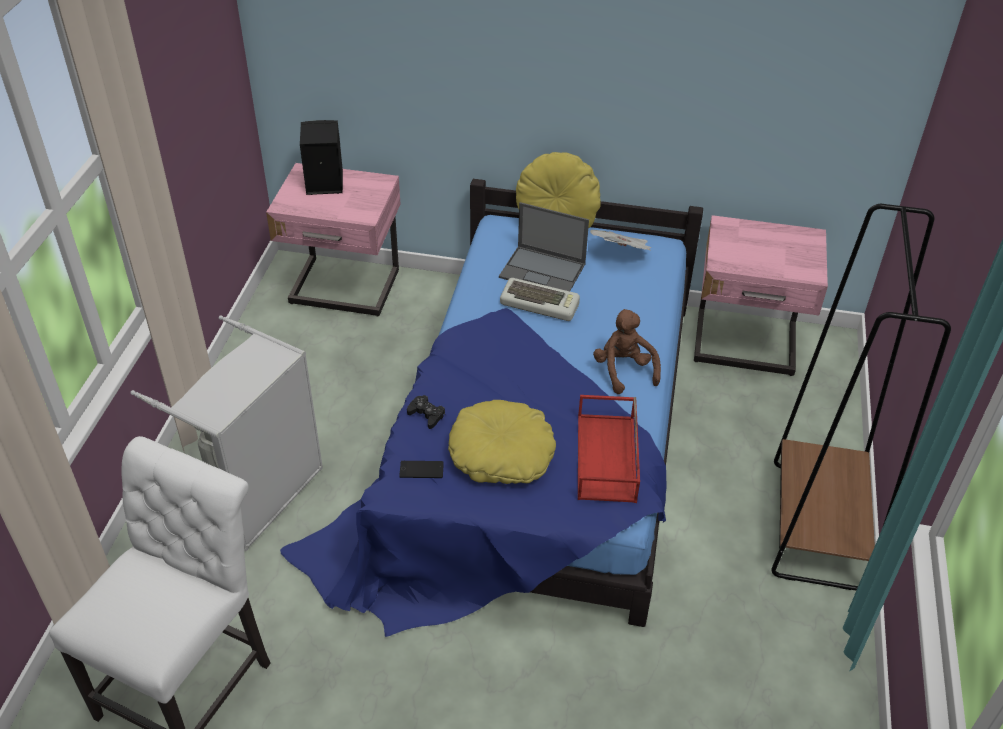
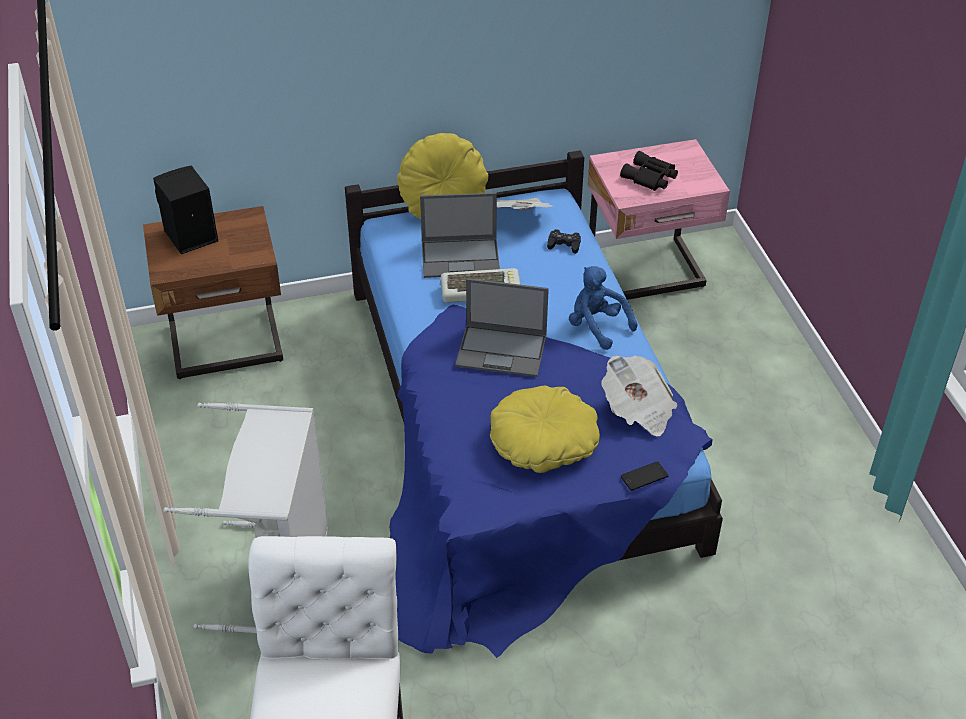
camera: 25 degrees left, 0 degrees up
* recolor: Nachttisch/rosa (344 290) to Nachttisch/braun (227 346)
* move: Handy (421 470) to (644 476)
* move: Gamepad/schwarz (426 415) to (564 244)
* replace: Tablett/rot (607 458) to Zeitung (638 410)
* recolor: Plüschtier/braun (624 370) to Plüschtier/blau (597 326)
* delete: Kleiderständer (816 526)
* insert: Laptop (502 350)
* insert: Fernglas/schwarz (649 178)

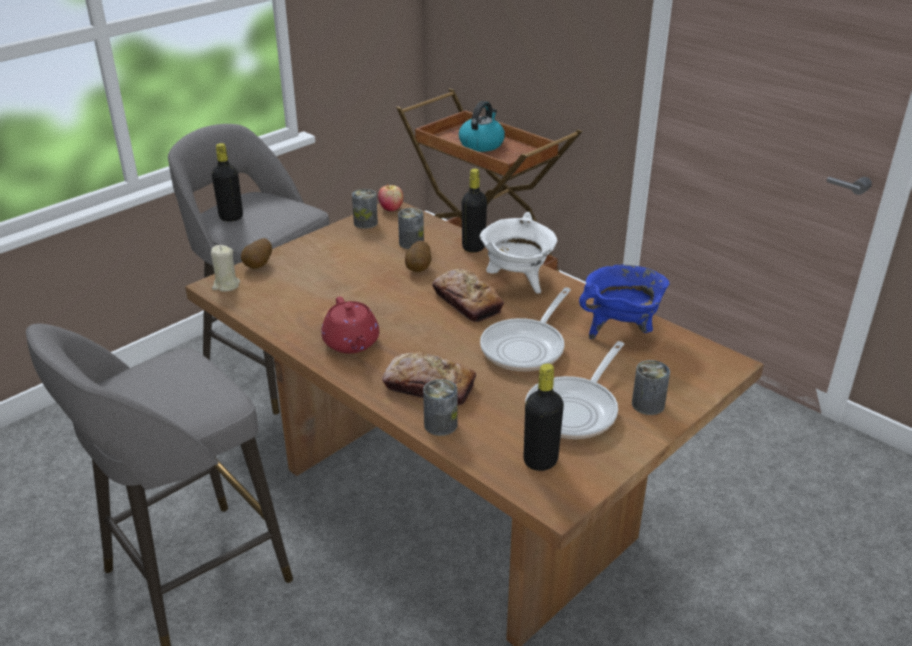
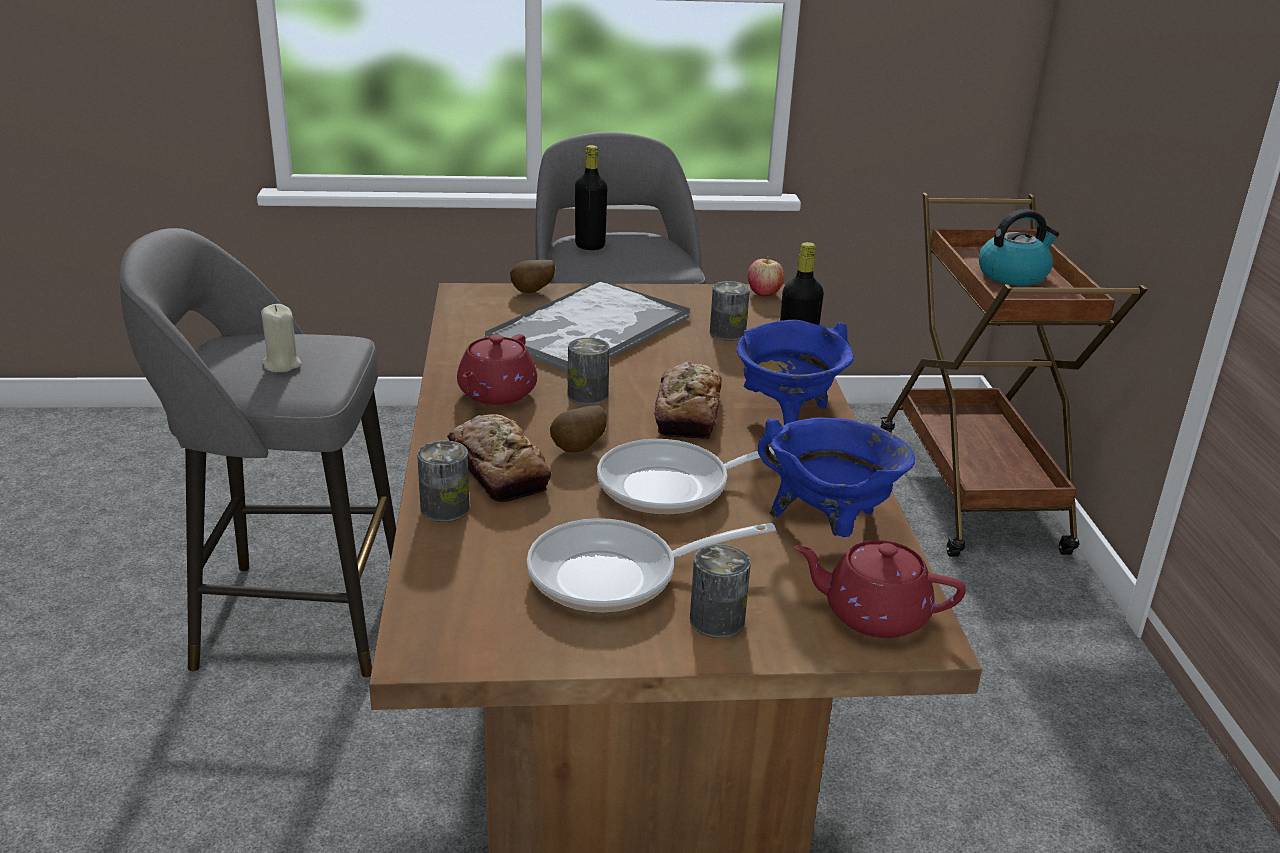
camera: 40 degrees right, 5 degrees down
* move: Kerze/beige (226 285) to (281 365)
* move: Dose (365 223) to (587 395)
* move: Kartoffel (419 269) to (579 449)
* recolor: Kochtopf/weiß (517 282) to Kochtopf/blau (786 419)
* delete: Flasche/schwarz (540 461)
* insert: Tablett (588 329)
* insert: Teekanne/rot (873 615)

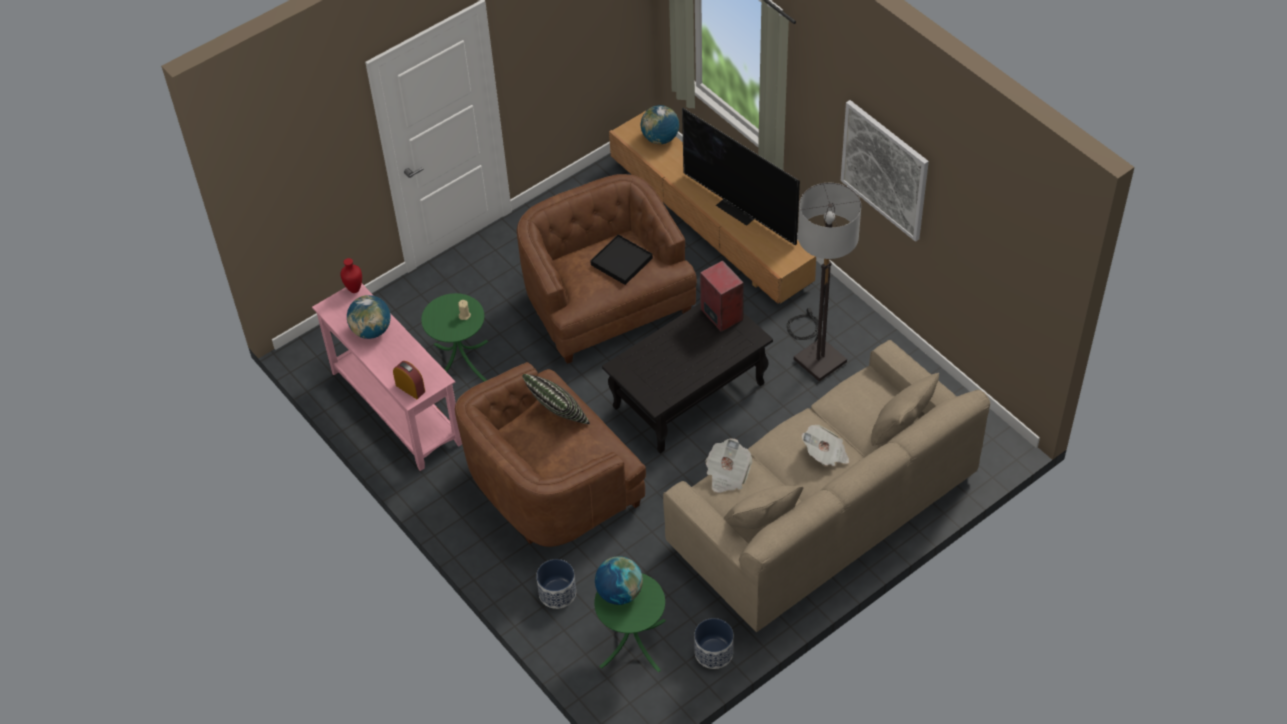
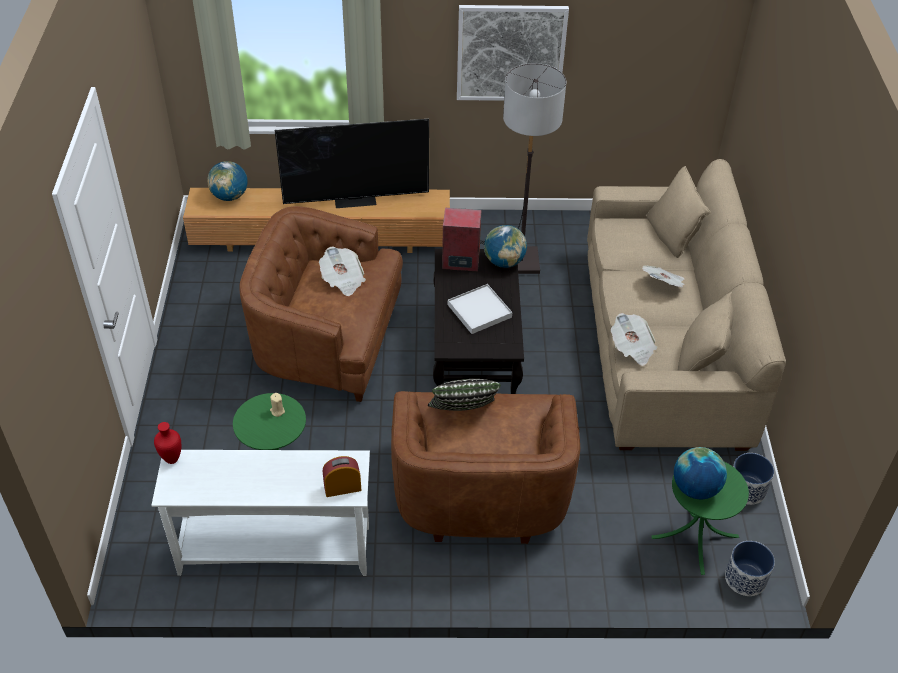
camera: 55 degrees left, 5 degrees down
* recolor: Konsolentisch/rosa (395 408) to Konsolentisch/weiß (274 550)
* move: Globus (371 331) to (504 262)
* move: Pflanzkübel (557 593) to (745 578)
* replace: Tablett/schwarz (621 261) to Zeitung (343 280)
* insert: Tablett/weiß (479 311)

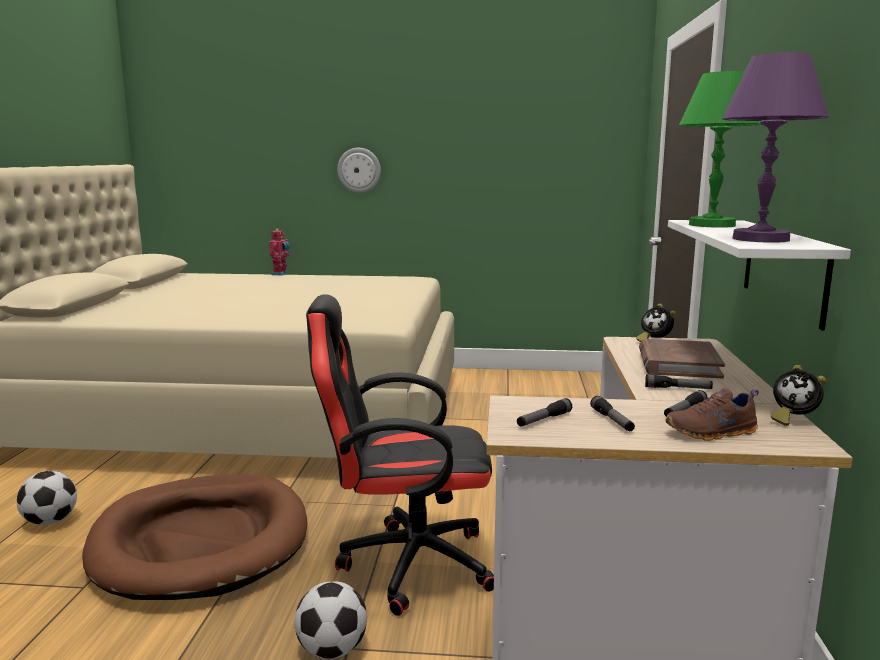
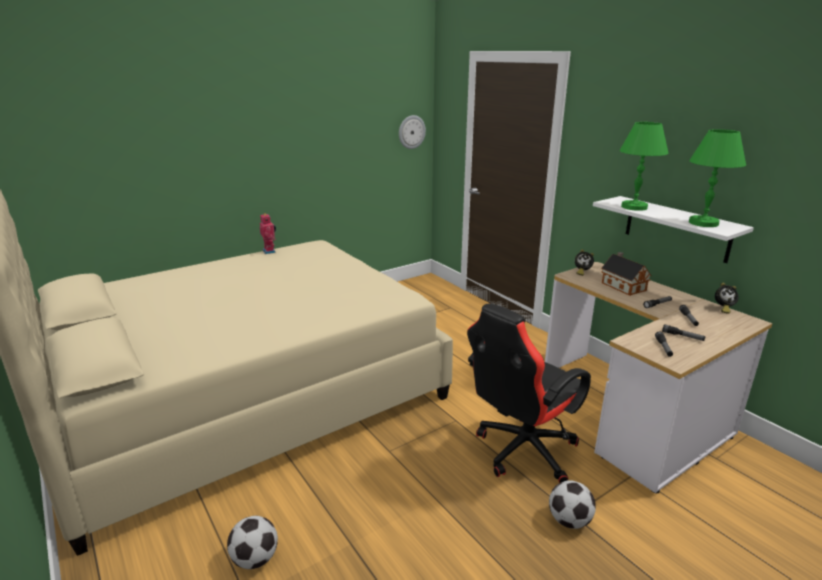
camera: 40 degrees left, 10 degrees up
* delete: Hundebett/braun (201 542)
* move: Spielzeugroboter (280 274) to (270 251)
* move: Wanduhr (359 170) to (411 132)
* replace: Buch/braun (678 363) to Spielzeughaus (622 286)
* delete: Schuh/braun (712 433)
* recolor: Tischlampe/lila (760 239) to Tischlampe/grün (703 223)

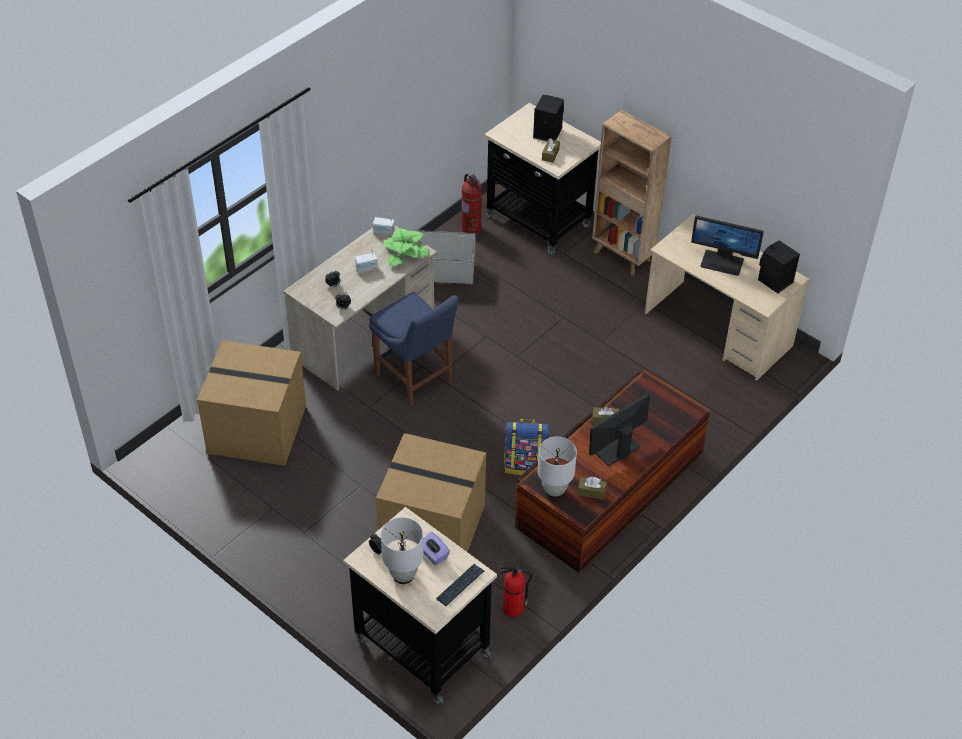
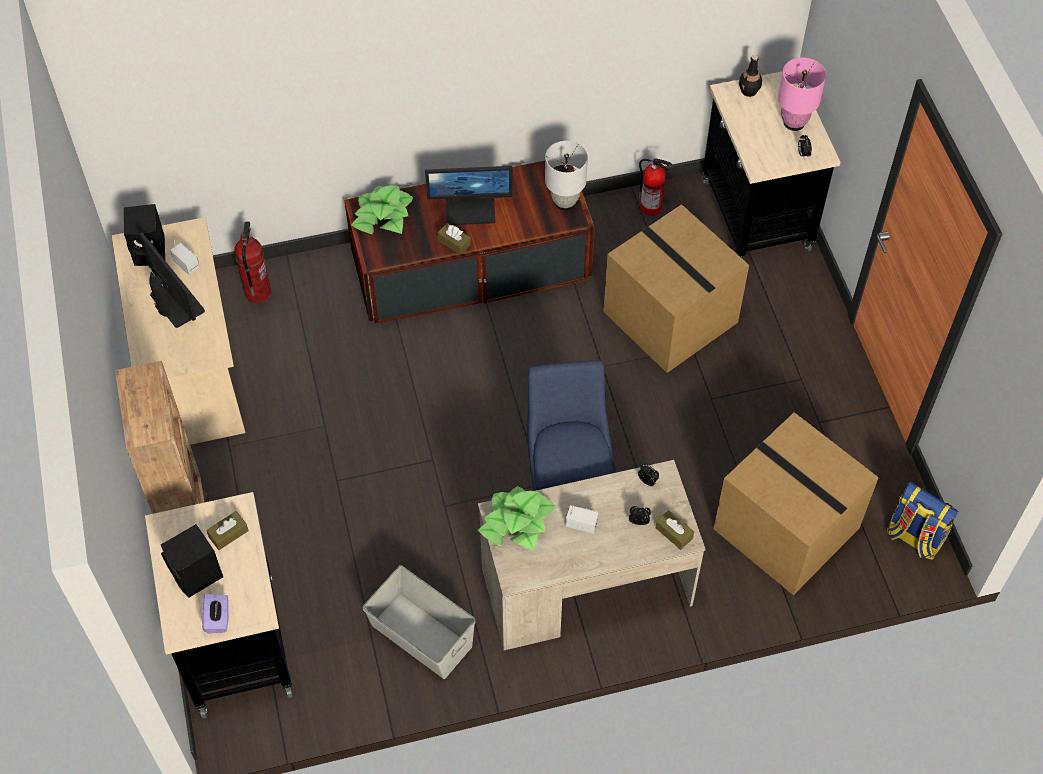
camera: 145 degrees left, 10 degrees up
* move: Radio (384 232) to (187 265)
* recolor: Tischlampe/weiß (403 575) to Tischlampe/rosa (794 122)
* move: Taschentuchbox/lila (433 555) to (218 619)
* replace: Tastatur (460 585) to Flasche/schwarz (749 91)
* move: Feuerlöscher (471 228) to (258 293)
* move: Rucksack (525 464) to (914 537)
* move: Taschentuchbox/braun (591 492) to (674 533)
* insert: Topfpflanze (383 216)

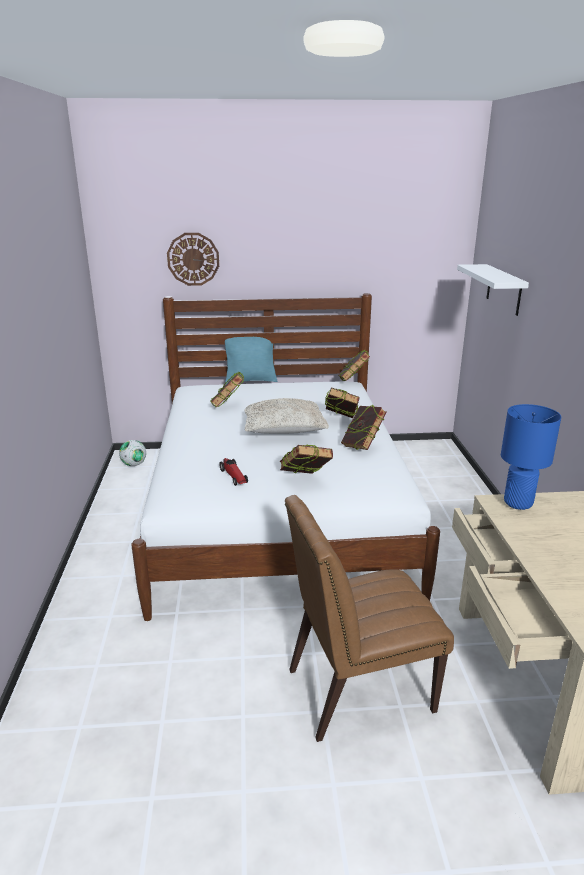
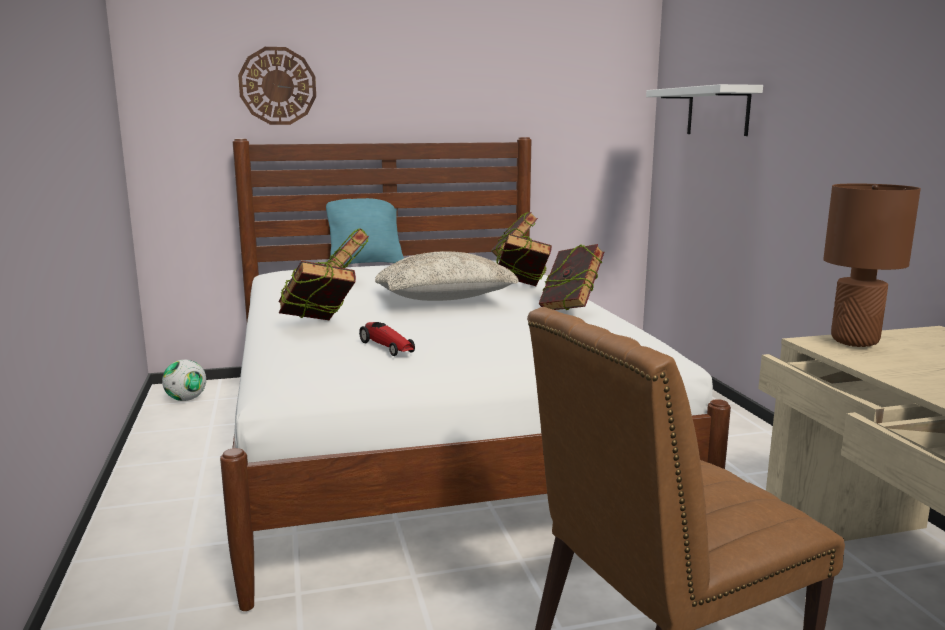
camera: 10 degrees left, 10 degrees down
* move: Buch (305 481) to (318 327)
* recolor: Tischlampe/blau (517 505) to Tischlampe/braun (853 344)

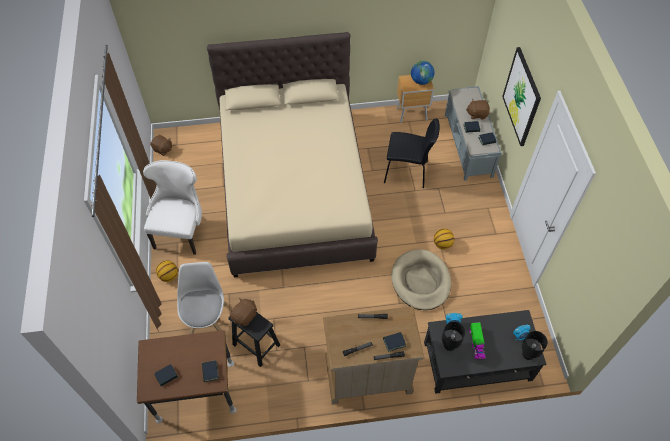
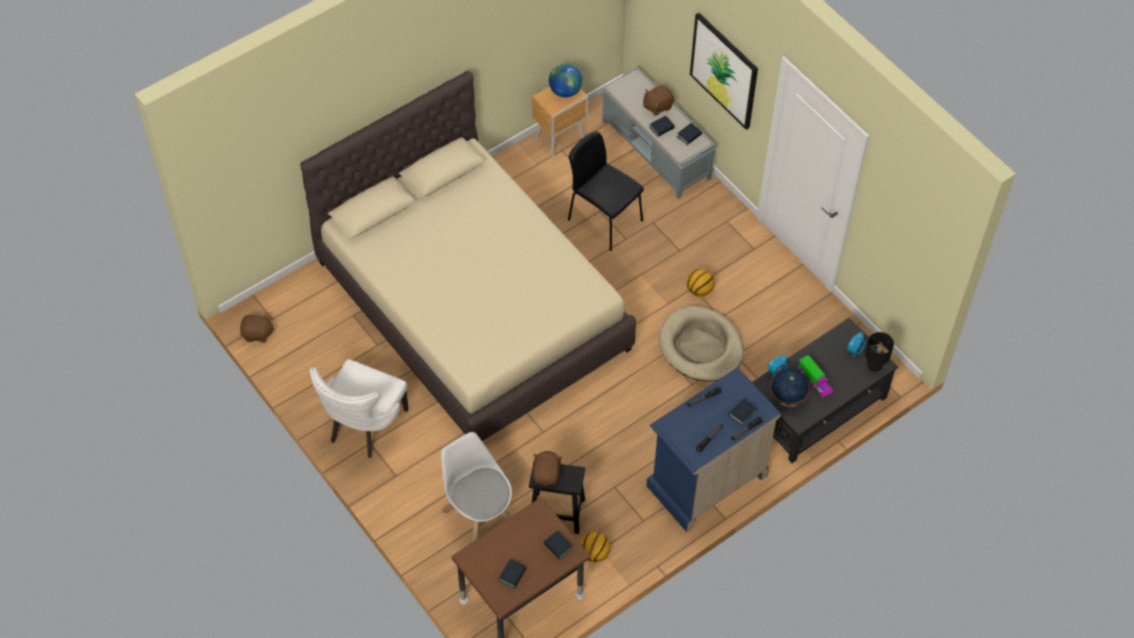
camera: 30 degrees left, 0 degrees up
* rotate: Stuhl/weiß (181 230) = (364 426) 135 degrees counterclockwise
* move: Basketball (169 276) to (594 553)
* recolor: Kommode/braun (368 375) to Kommode/blau (706 481)
* rotate: Stuhl/schwarz (408 172) = (602 219) 120 degrees counterclockwise
* replace: Tischlampe/schwarz (448 346) to Globus (787 397)

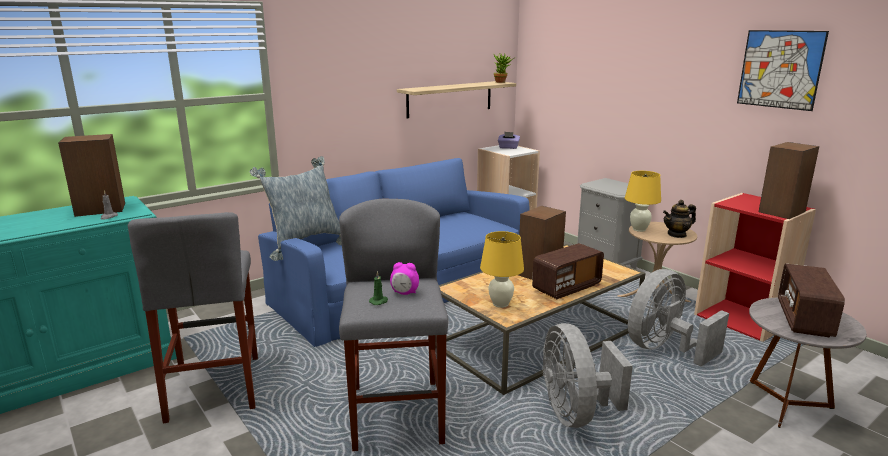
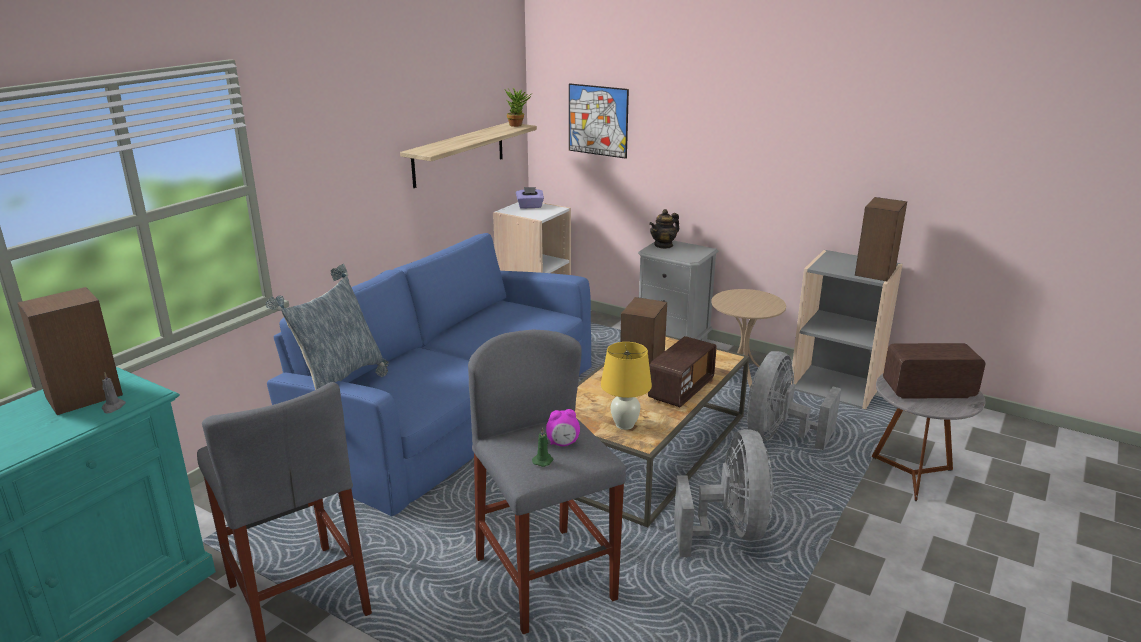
camera: 20 degrees left, 5 degrees up
* rotate: Ventilator/grau (575 413) = (729 530) 150 degrees counterclockwise
* delete: Tischlampe/gelb (639 229)
* move: Teekanne (677 234) to (663 245)
* recolor: Bücherregal/rot (743 320) to Bücherregal/grau (837 386)
* move: Bild (780 69) to (598 120)
* rotate: Radio (804 319) = (928 391) 90 degrees clockwise

